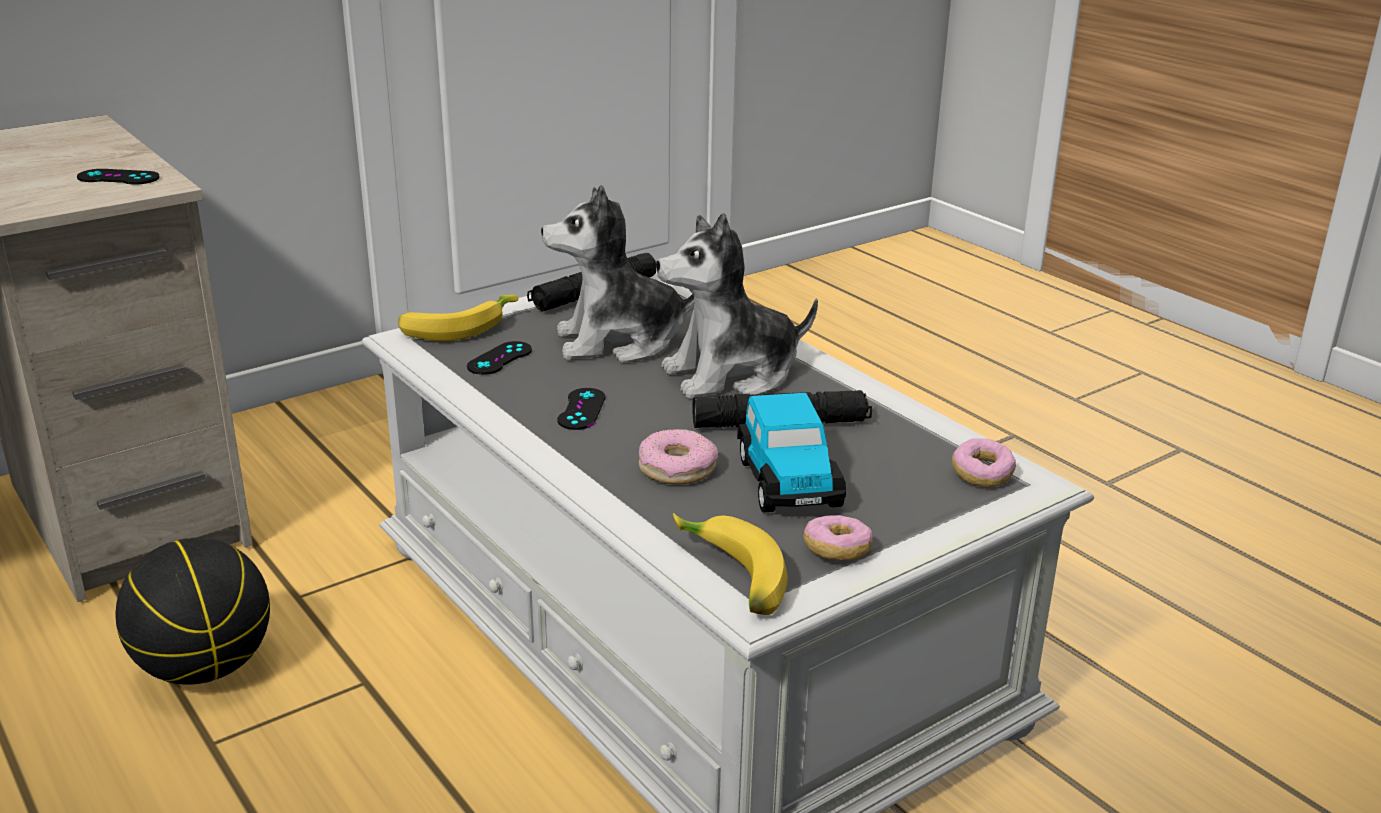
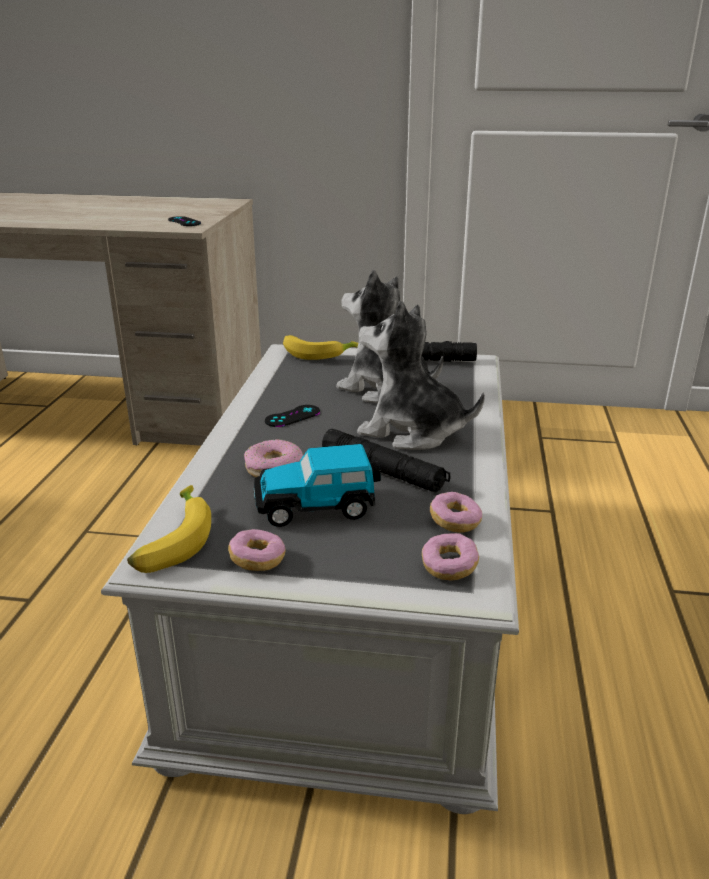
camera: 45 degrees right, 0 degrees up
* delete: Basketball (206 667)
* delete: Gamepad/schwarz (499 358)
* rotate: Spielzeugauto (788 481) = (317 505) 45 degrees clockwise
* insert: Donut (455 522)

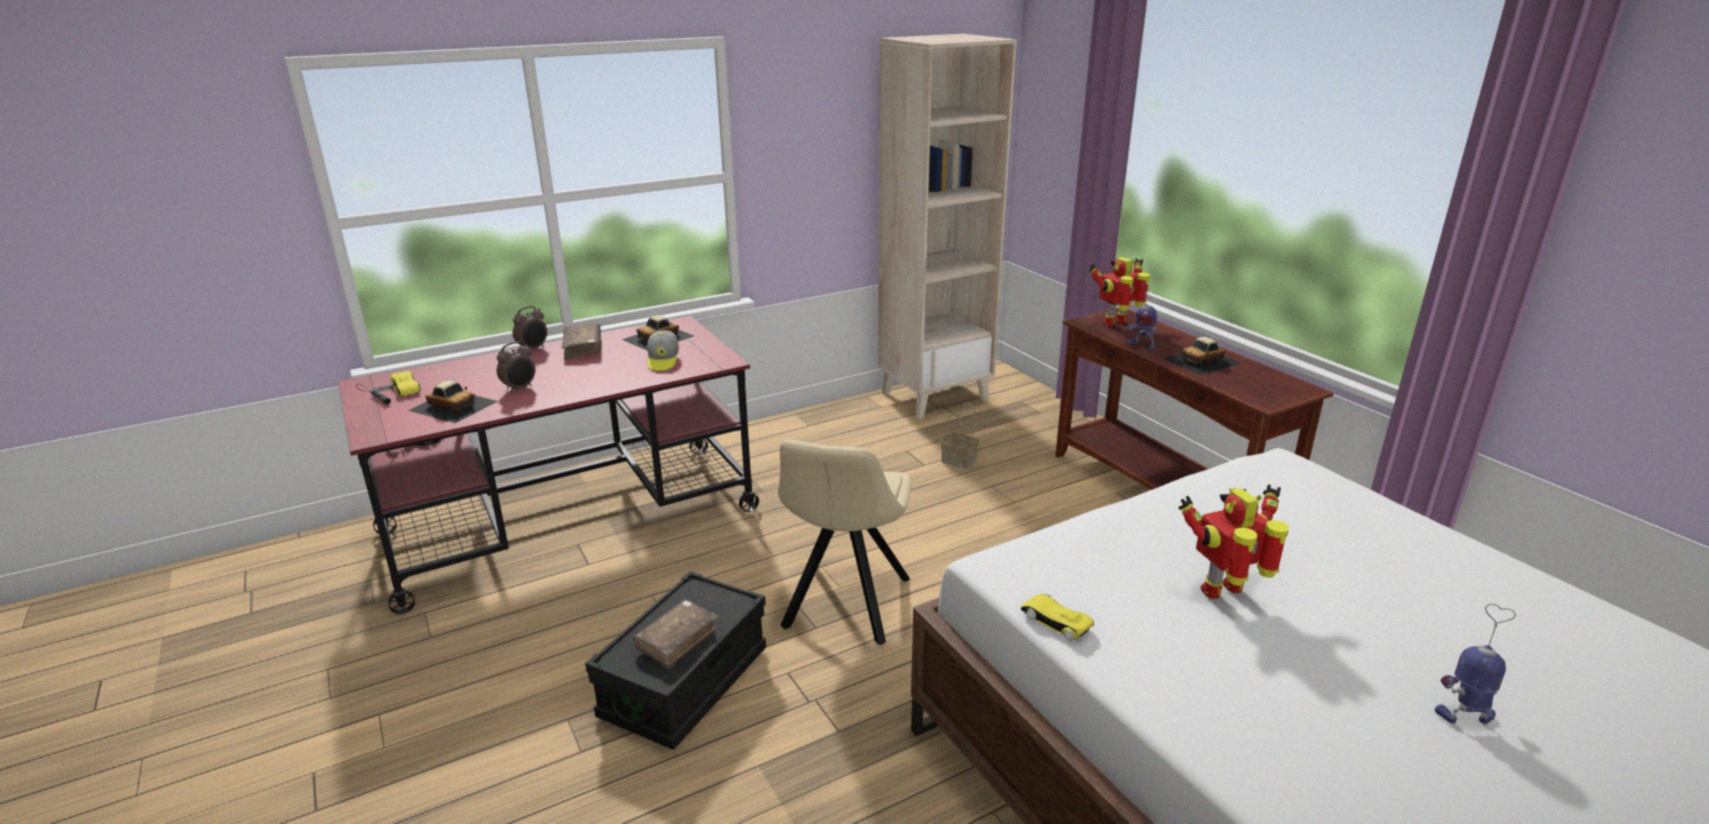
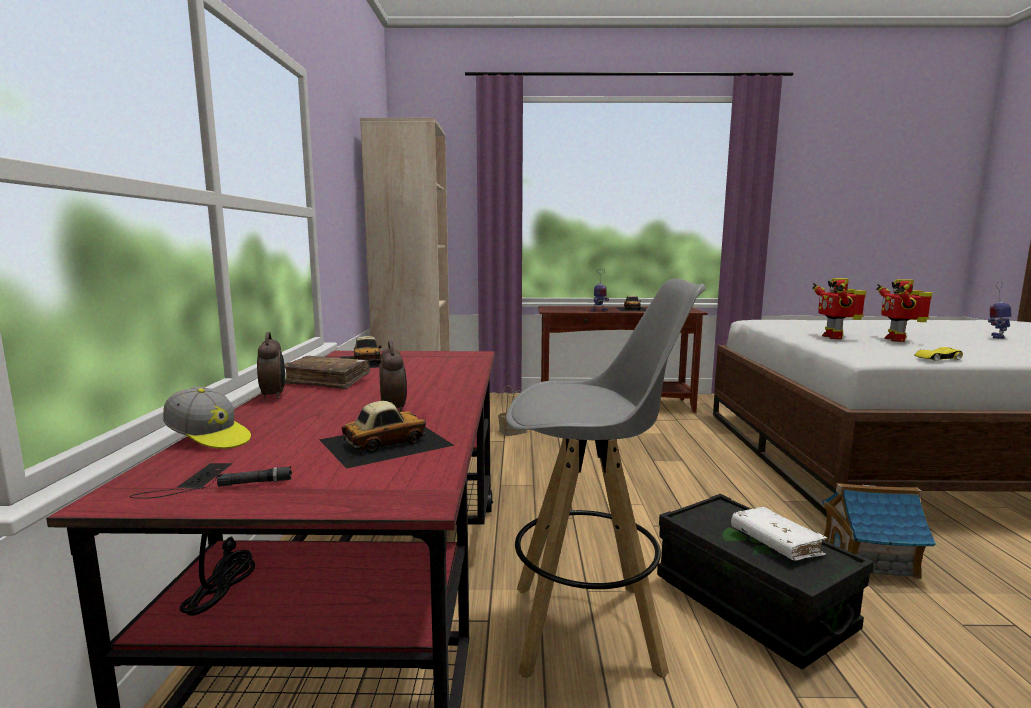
camera: 60 degrees left, 15 degrees down
* delete: Spielzeugauto/gelb (406 388)
* recolor: Buch/braun (677 640) to Buch/weiß (775 543)
* move: Kappe (663 361) to (209 438)
* delete: Stuhl/beige (845 603)
* move: Spielzeugroboter (1117 323) to (833 337)
* insert: Hocker/grau (589 628)
* insert: Spielzeughaus (869 558)

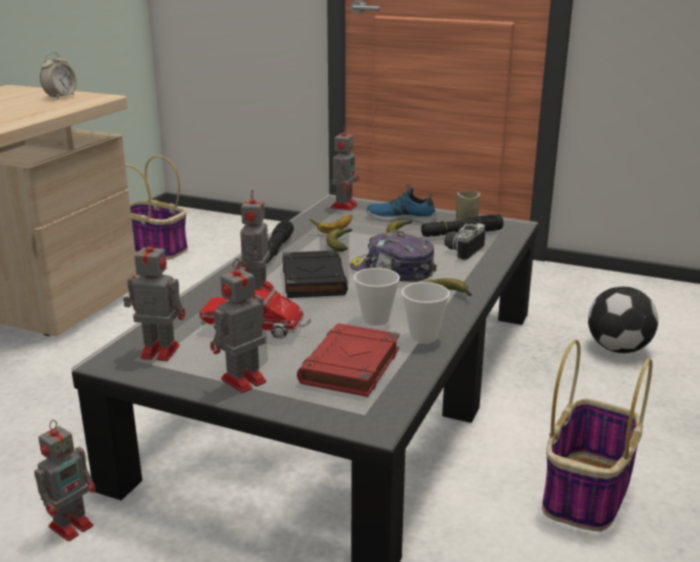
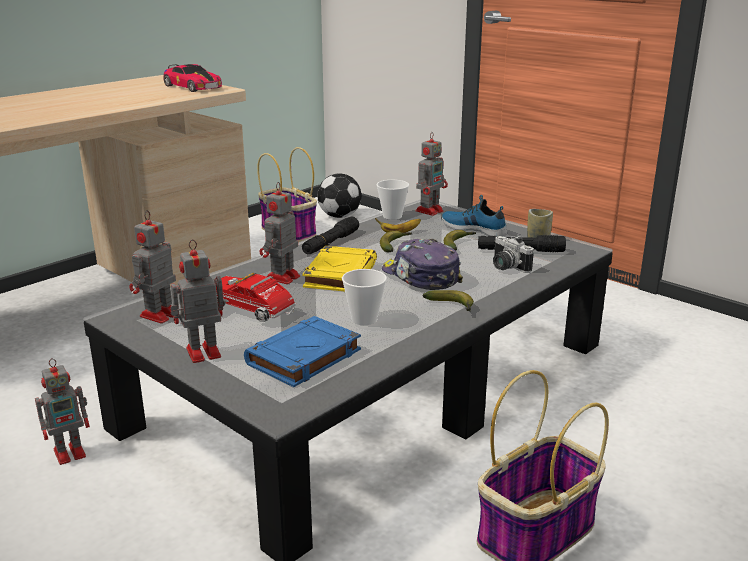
camera: 20 degrees right, 0 degrees up
* replace: Wecker (60 97) to Spielzeugauto (192 87)
* rotate: Spielzeugroboter (158 351) = (158 316) 90 degrees counterclockwise
* recolor: Buch/schwarz (313 280) to Buch/gelb (340 274)
* recolor: Buch/rot (350 367) to Buch/blau (303 358)
* move: Tasse (423 336) to (392 216)
* rotate: Kamera (462 251) = (506 267) 90 degrees counterclockwise
* move: Fußball (618 348) to (340 216)

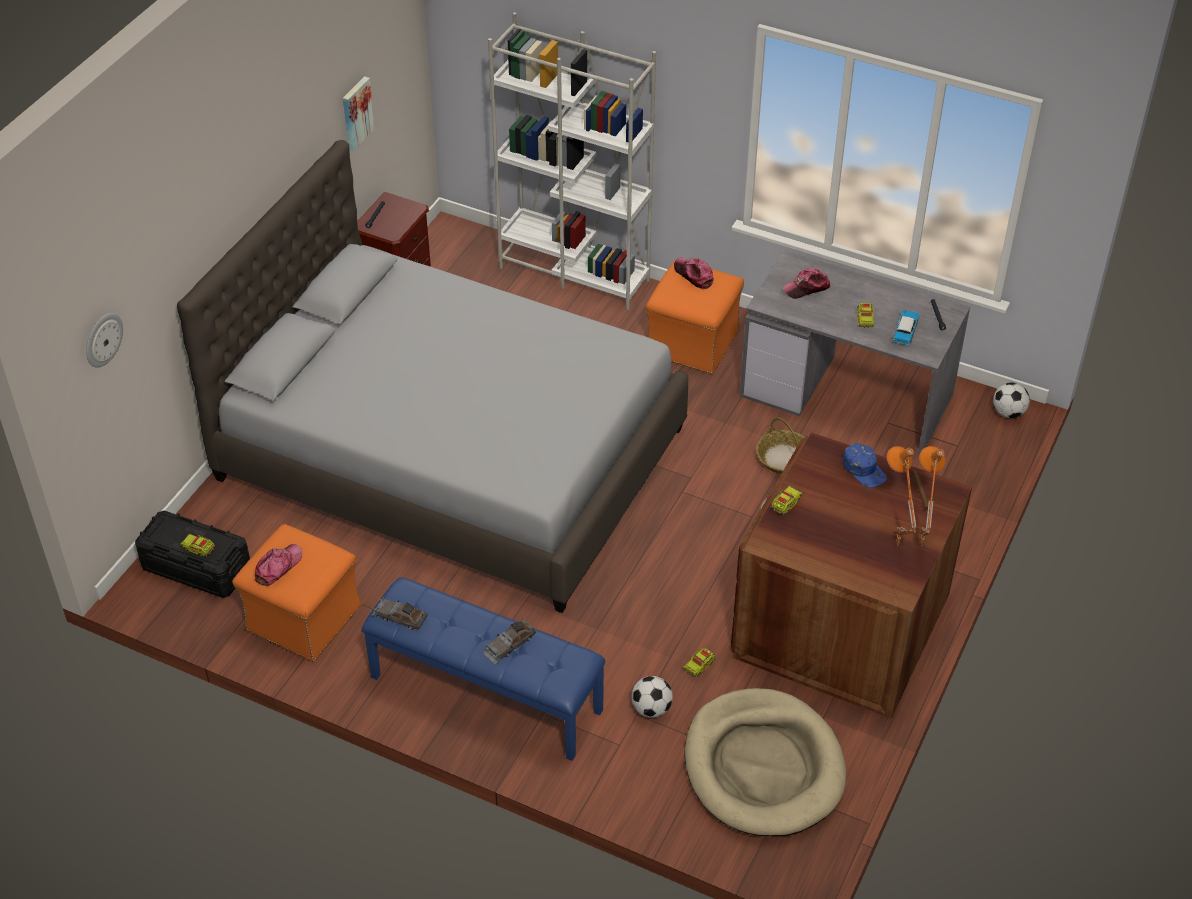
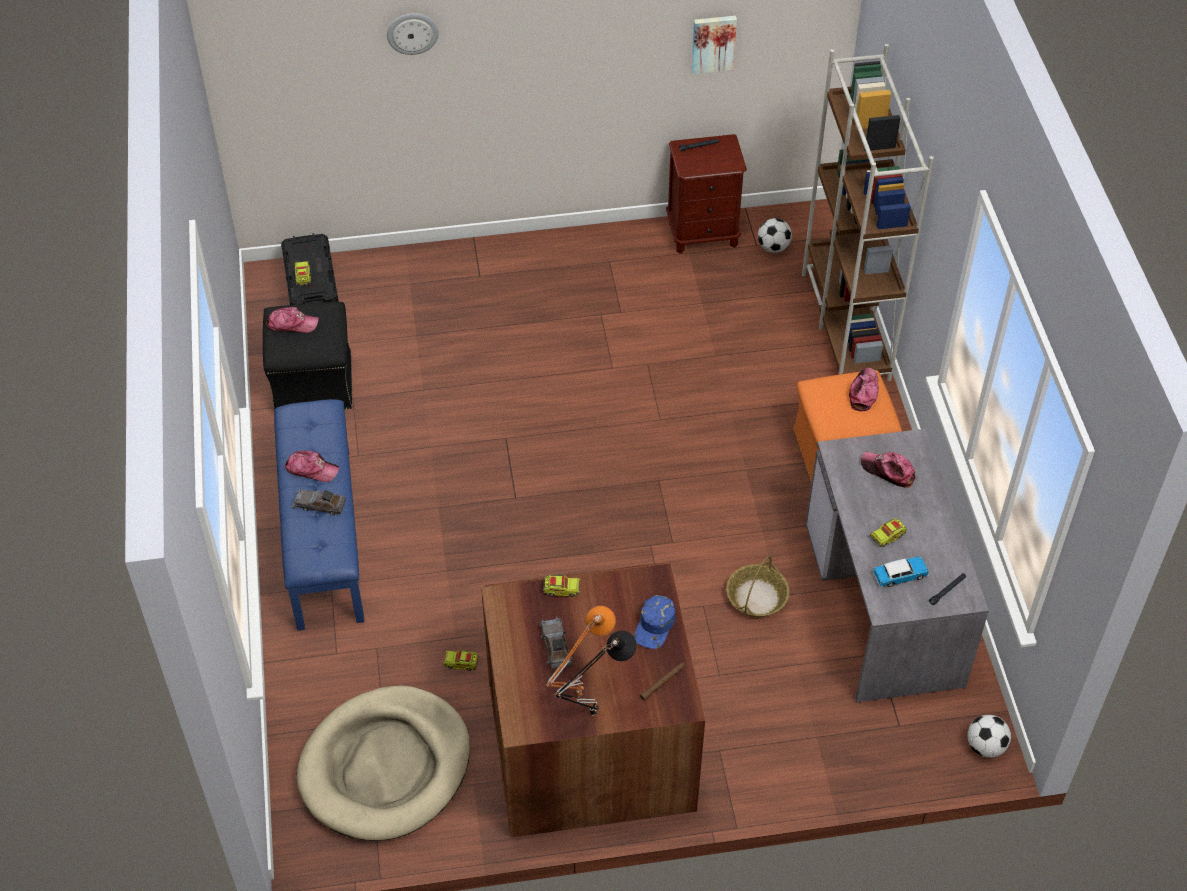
camera: 55 degrees right, 5 degrees up
* move: Wanduhr (102 339) to (412 33)
* delete: Bett/grau (451 453)
* recolor: Polsterhocker/orange (302 617) to Polsterhocker/schwarz (313 382)
* move: Spielzeugauto/grau (399 617) to (555 646)
* recolor: Bücherregal/weiß (575 274) to Bücherregal/braun (845 327)
* move: Fußball (651 708) to (773 247)
* recolor: Tischlampe/orange (918 544) to Tischlampe/schwarz (593 713)
* insert: Kappe (312 469)

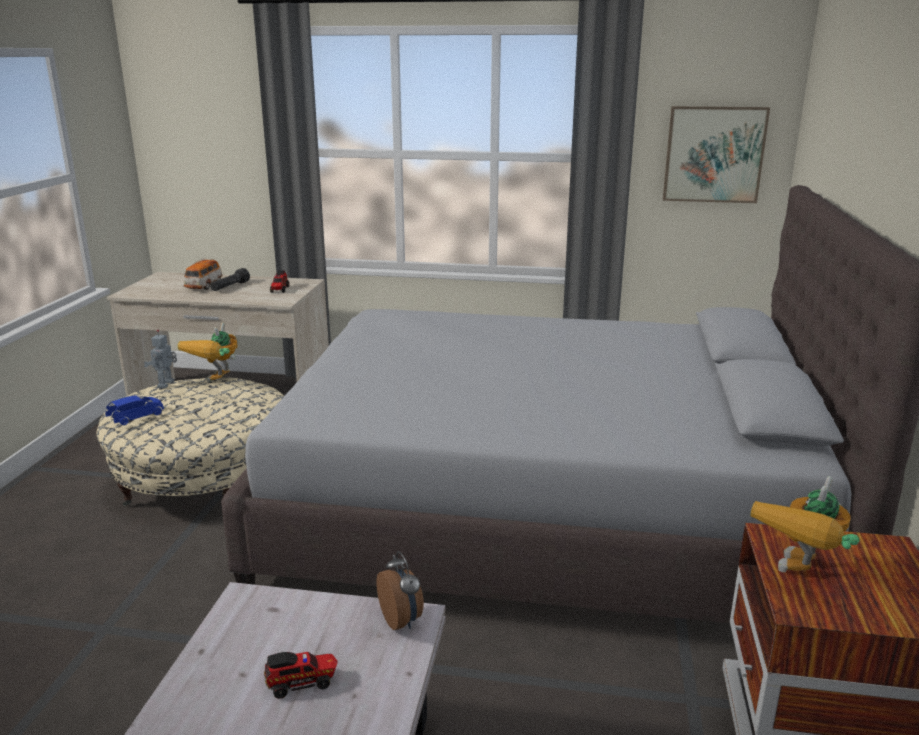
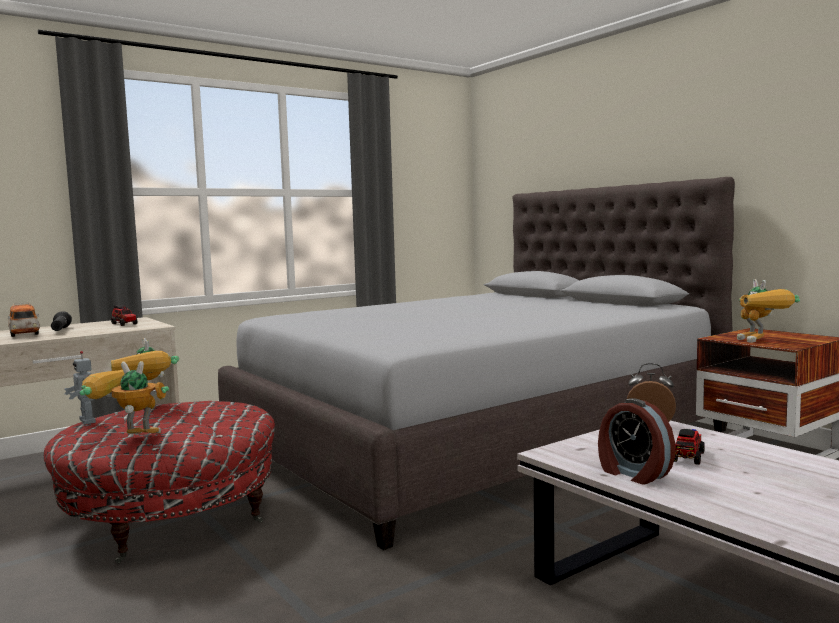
camera: 45 degrees left, 15 degrees down
* recolor: Polsterhocker/beige (205 482) to Polsterhocker/rot (172 519)
* replace: Spielzeugauto/blau (136 417) to Spielzeugroboter (126 438)
* delete: Bild (714 154)
* insert: Wecker (633 474)

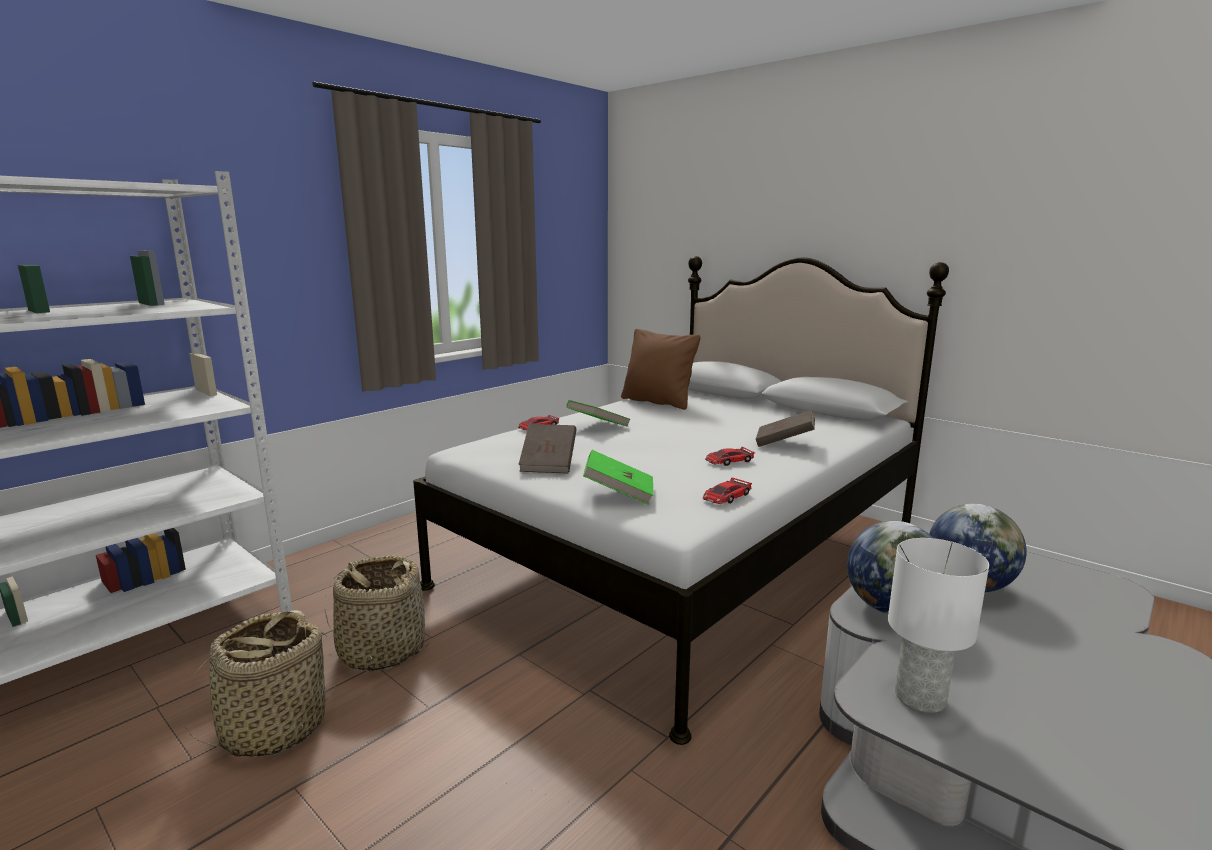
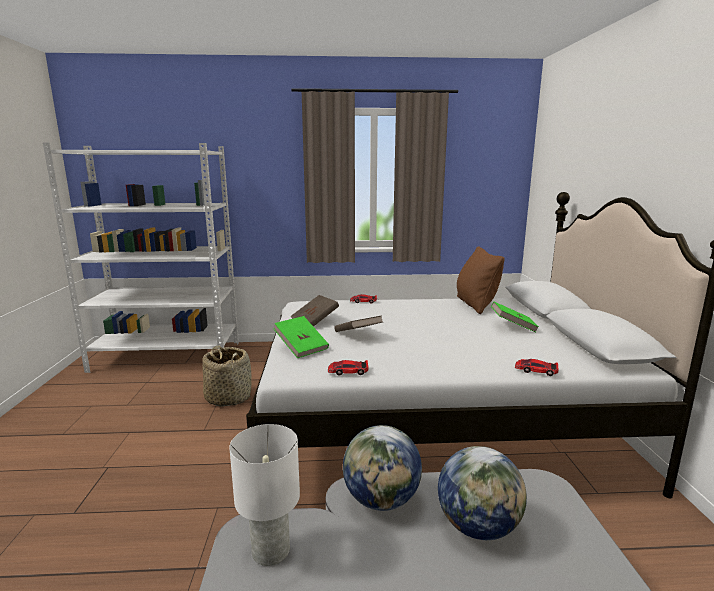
camera: 45 degrees right, 0 degrees up
* delete: Korb (274 728)
* move: Buch/grün (598 427) to (513 327)
* move: Spielzeugauto (729 461) to (536 370)
* move: Buch/braun (784 443) to (358 335)

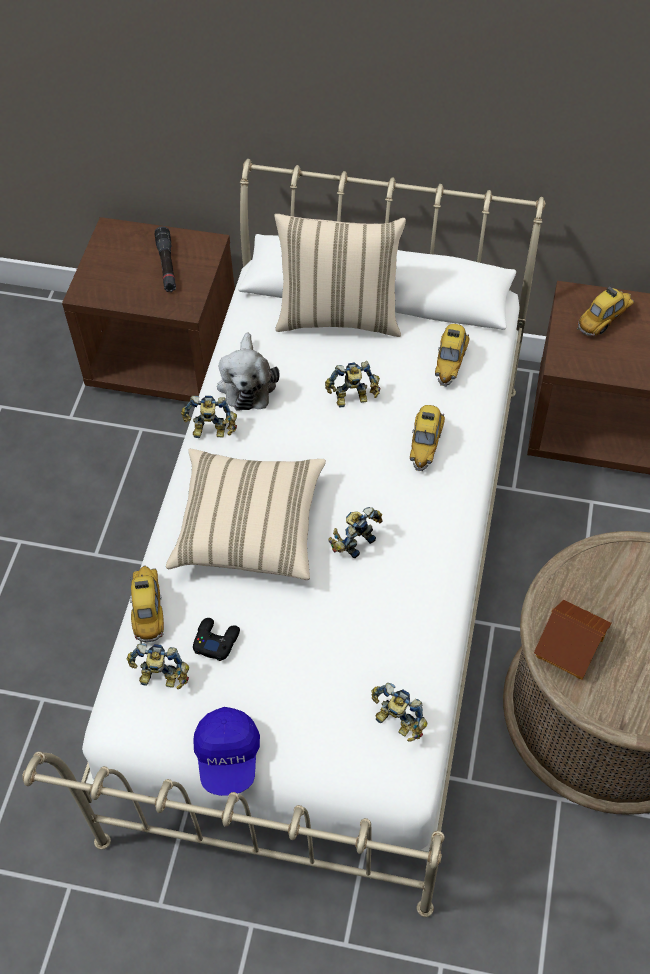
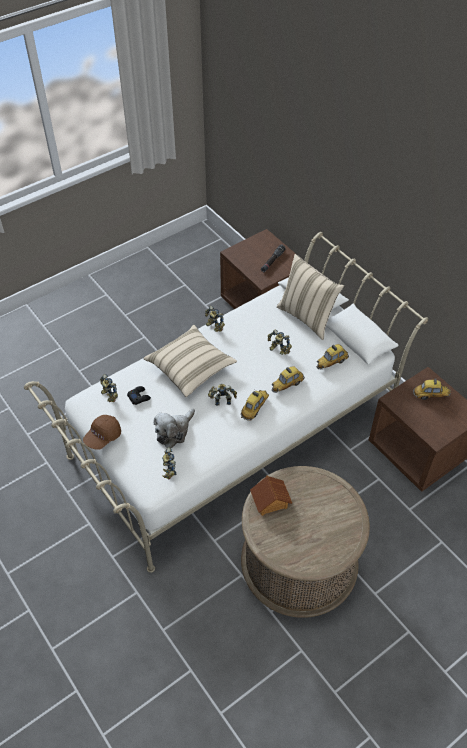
camera: 40 degrees right, 5 degrees down
* move: Spielzeugauto (148 609) to (255 408)
* recolor: Kappe/blau (228 757) to Kappe/braun (103 437)
* move: Plüschtier (247 383) to (174 431)

